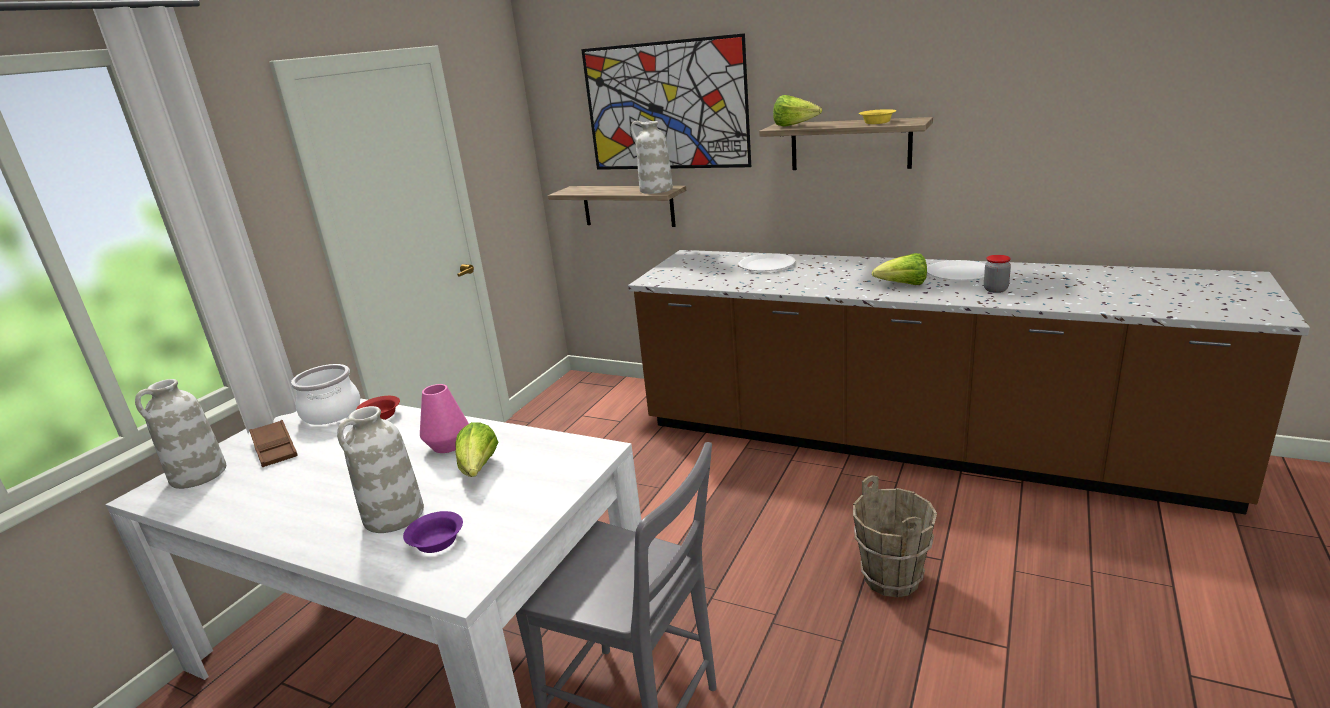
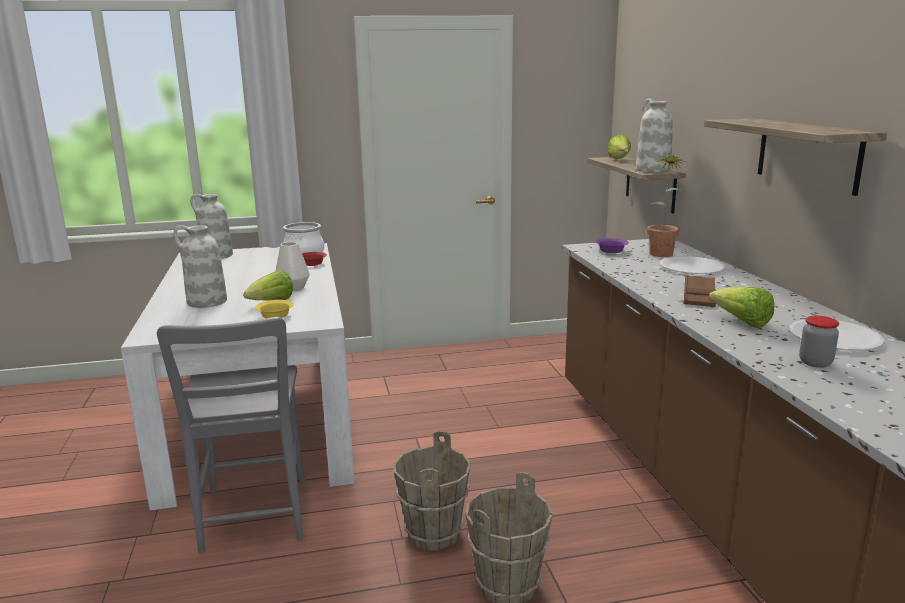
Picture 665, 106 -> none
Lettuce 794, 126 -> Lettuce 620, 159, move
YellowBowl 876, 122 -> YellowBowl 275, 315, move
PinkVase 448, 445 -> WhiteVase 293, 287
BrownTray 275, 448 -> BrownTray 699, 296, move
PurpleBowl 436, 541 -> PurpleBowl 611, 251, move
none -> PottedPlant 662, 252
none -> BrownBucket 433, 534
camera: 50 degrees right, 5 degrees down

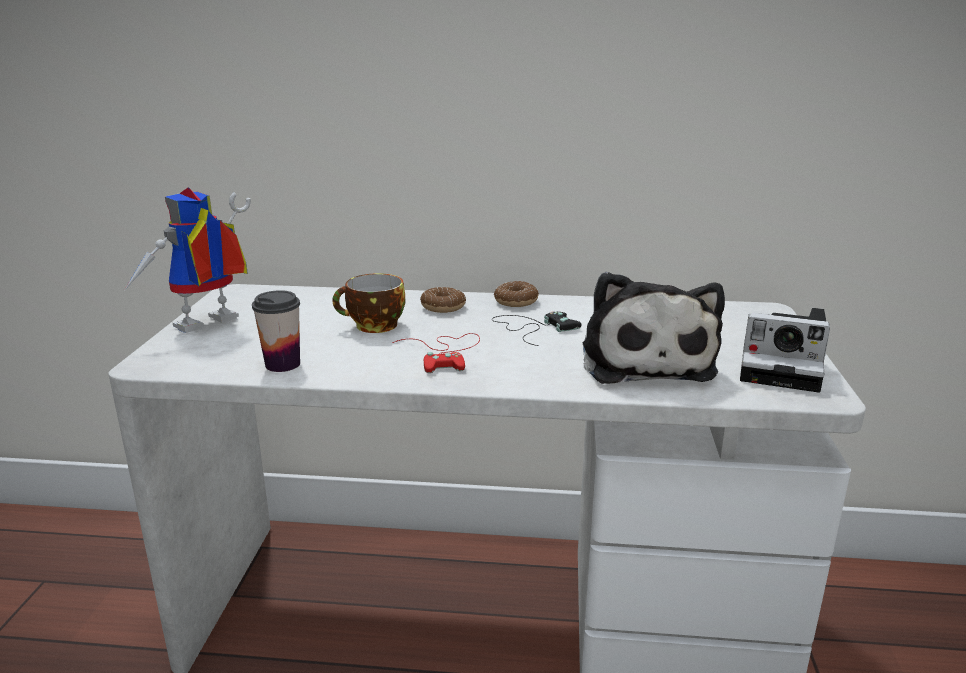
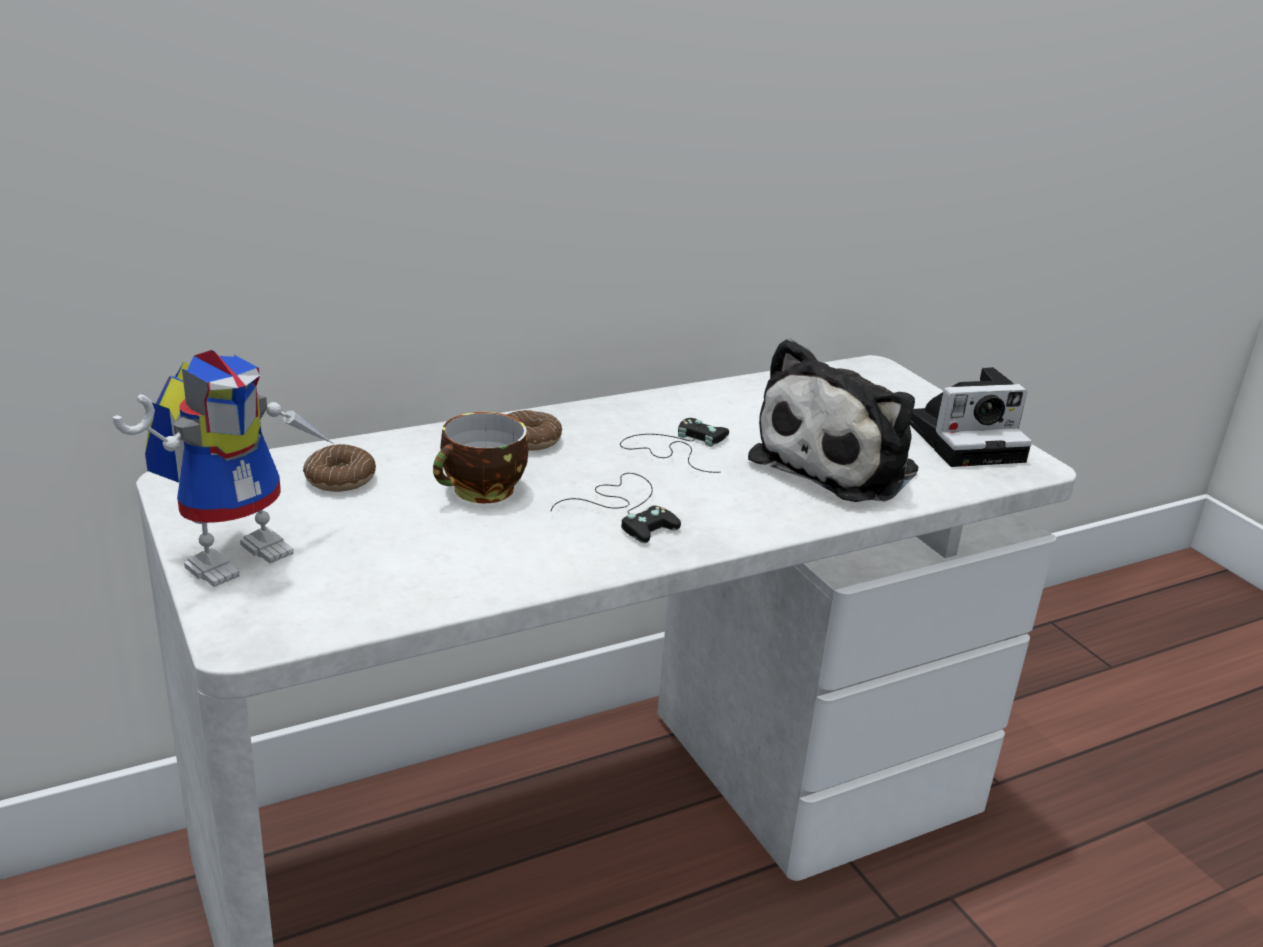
ToyRobot 206, 327 -> ToyRobot 238, 552, 150 degrees counterclockwise
PlushToy 645, 361 -> PlushToy 841, 464, 75 degrees clockwise
Donut 516, 301 -> Donut 340, 479, move
Cup 282, 364 -> none
RedGameController 446, 353 -> BlackGameController 626, 509
camera: 35 degrees left, 5 degrees up

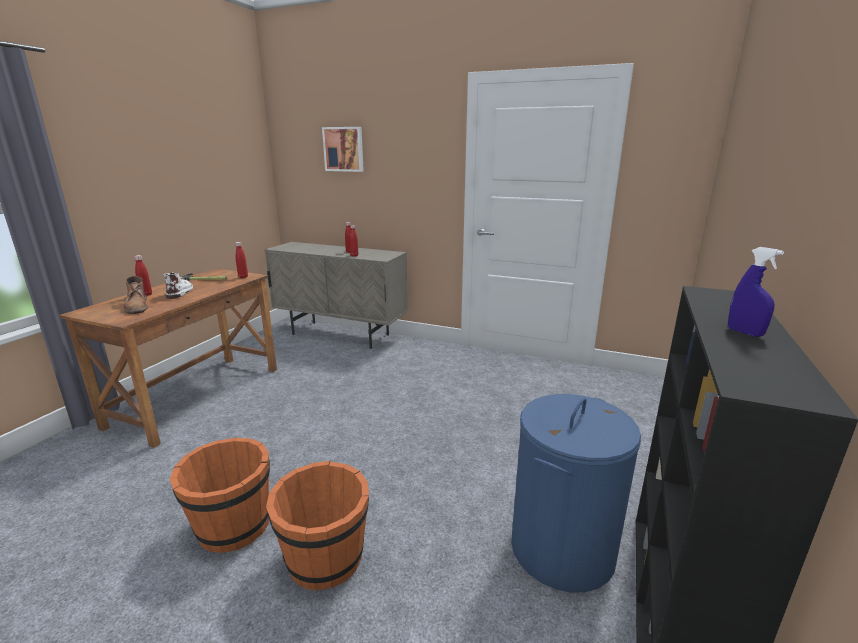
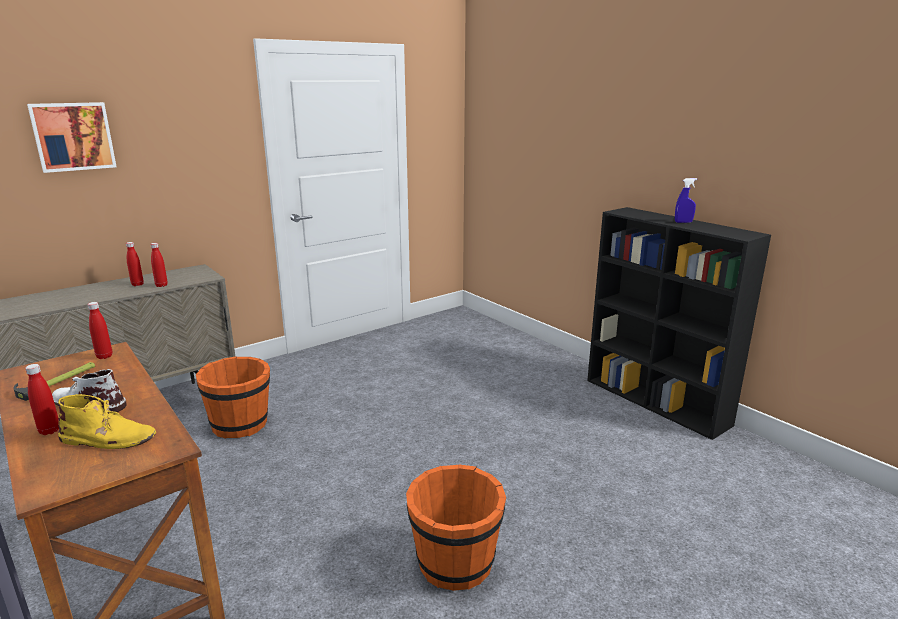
BrownBoot 137, 306 -> YellowBoot 108, 439
BlueLaundryBasket 561, 548 -> none
OrangeBucket 325, 559 -> OrangeBucket 240, 424, move
camera: 60 degrees left, 0 degrees up

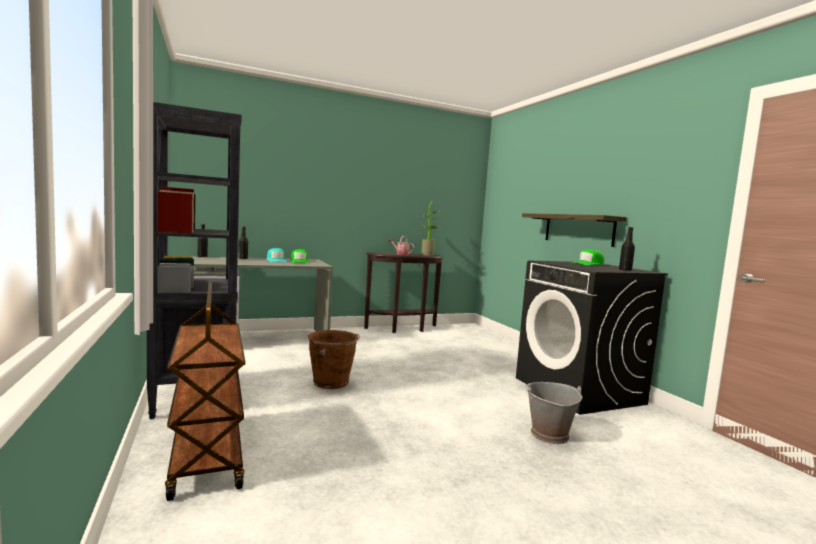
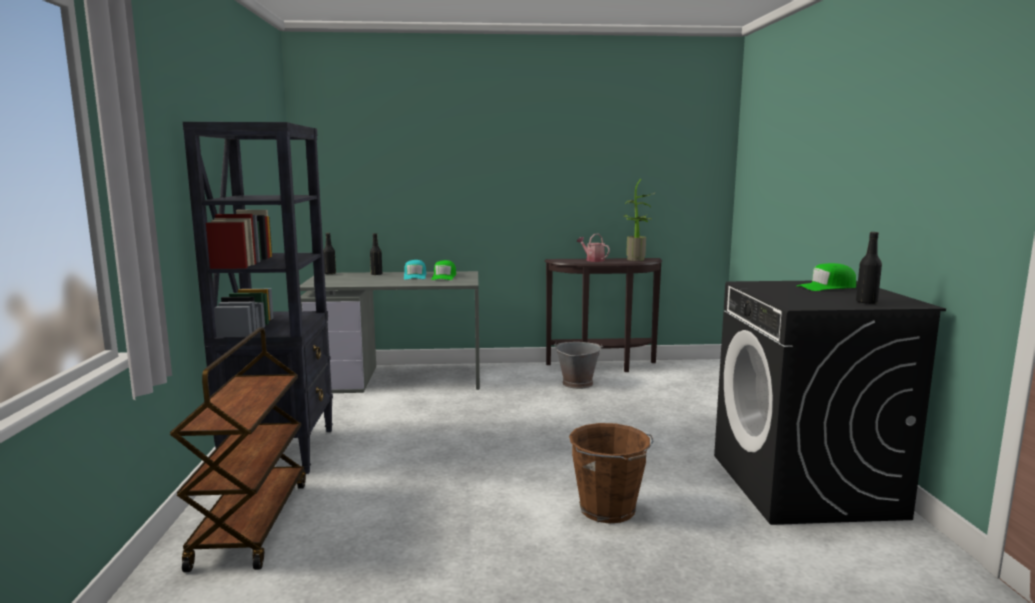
Shelf 578, 229 -> none
BrownBucket 332, 383 -> BrownBucket 608, 510, move
GreyBucket 549, 434 -> GreyBucket 577, 383, move
camera: 20 degrees right, 5 degrees up

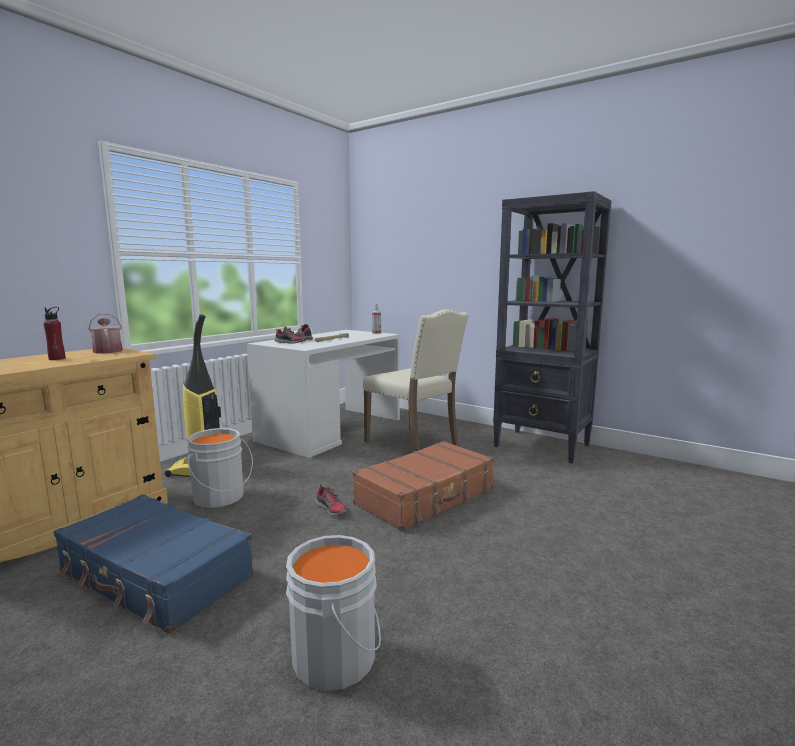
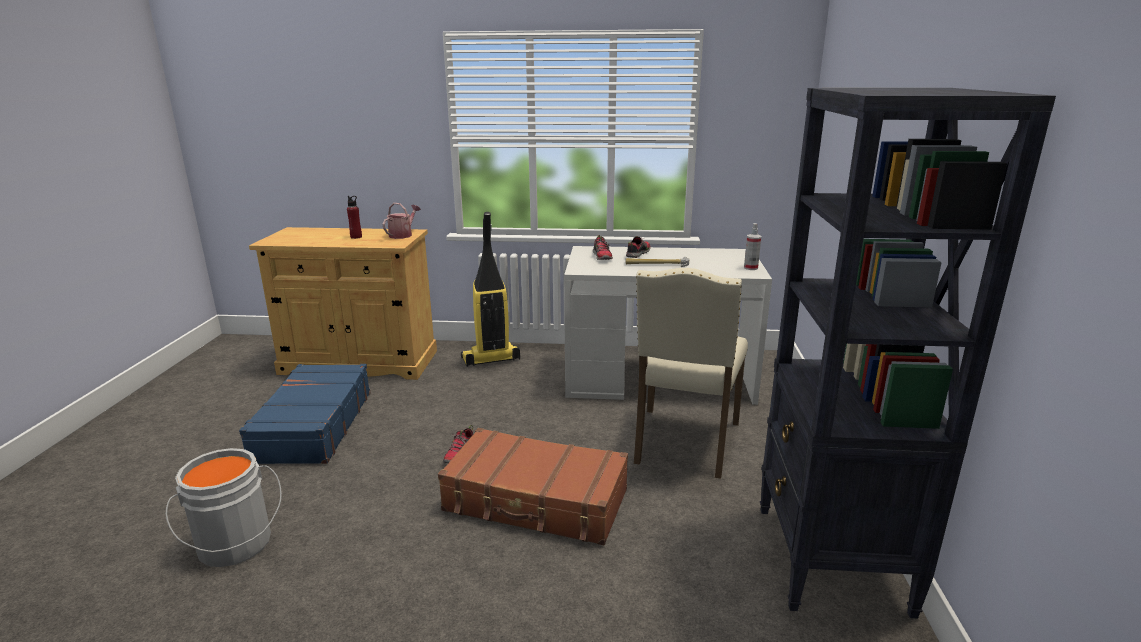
GreyBucket 220, 498 -> none
camera: 60 degrees right, 10 degrees up

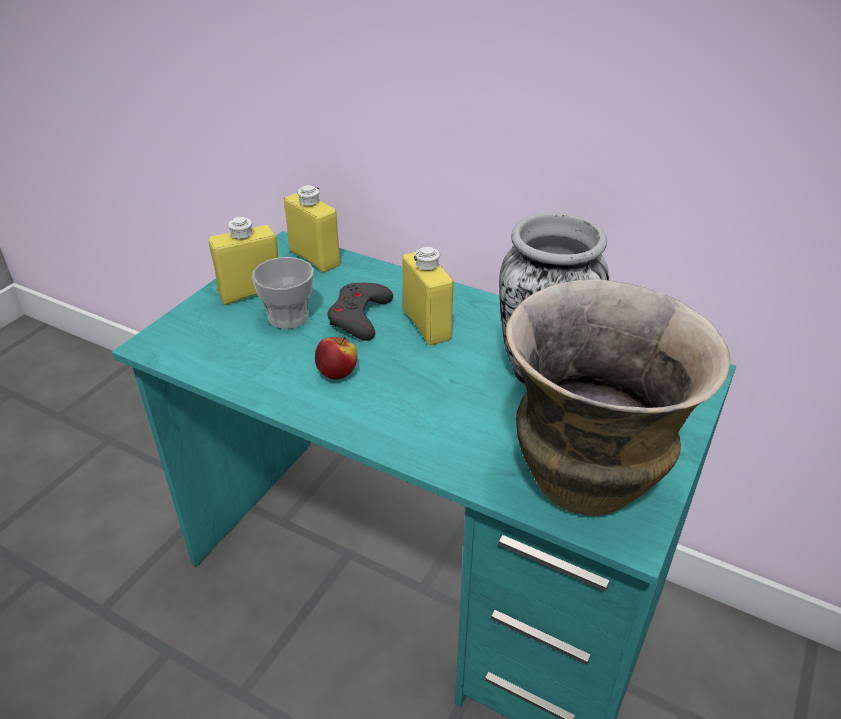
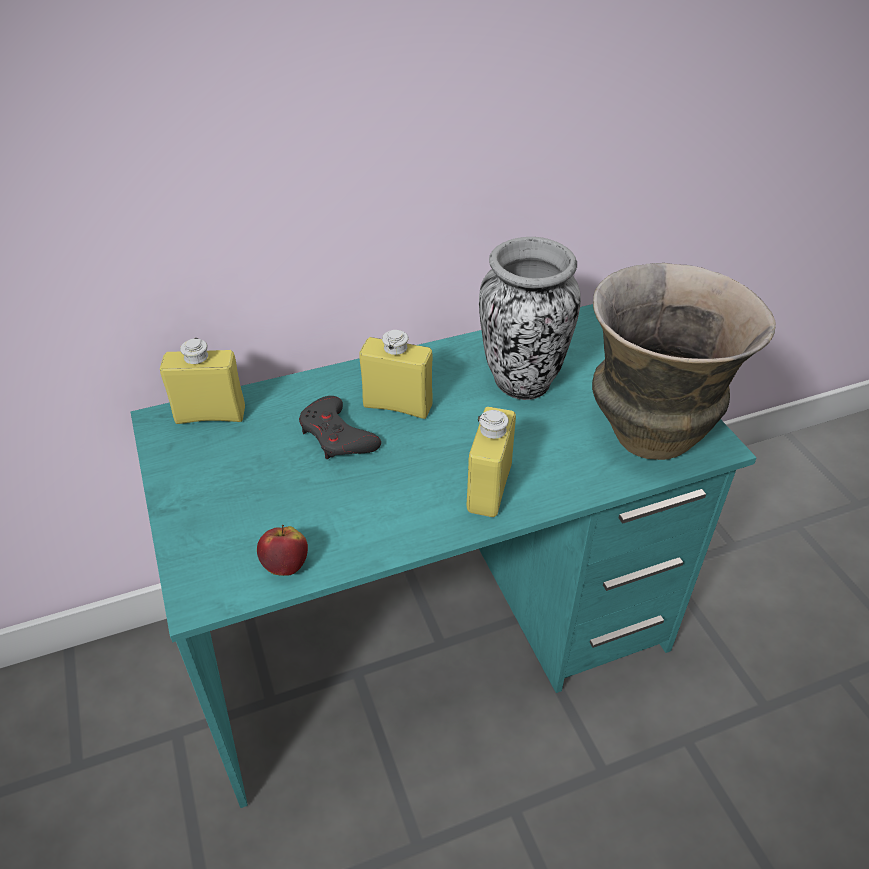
YellowBottle 251, 293 -> YellowBottle 489, 489, move
Cup 288, 317 -> none
Apple 337, 373 -> Apple 285, 565, move
camera: 50 degrees left, 5 degrees up

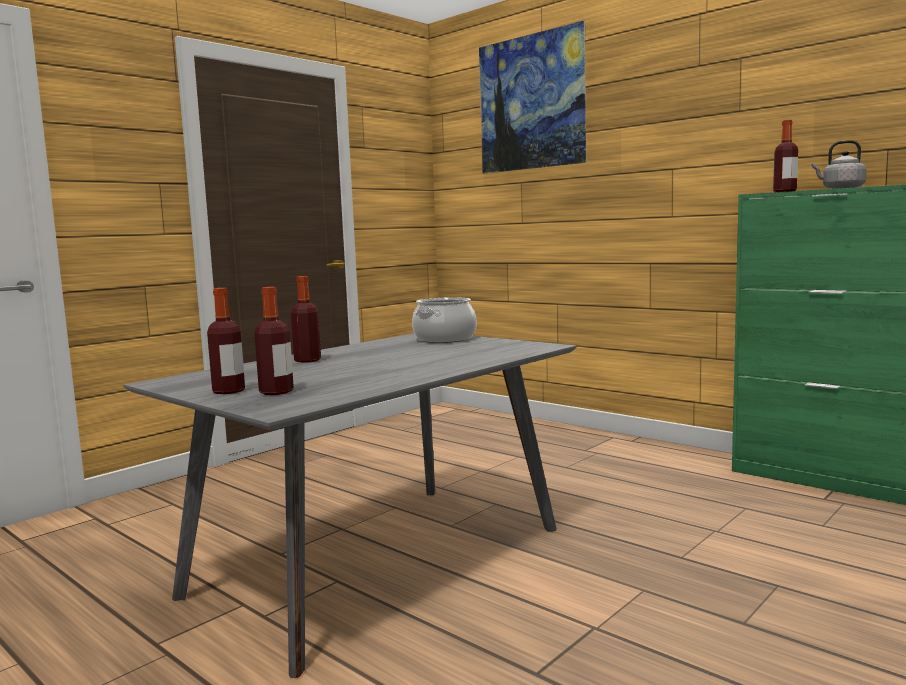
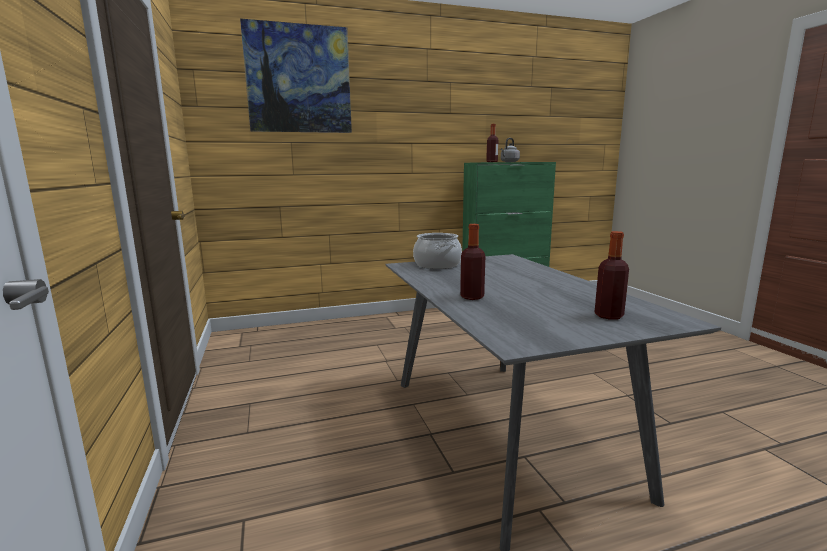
Bottle 228, 391 -> none
camera: 60 degrees left, 5 degrees up

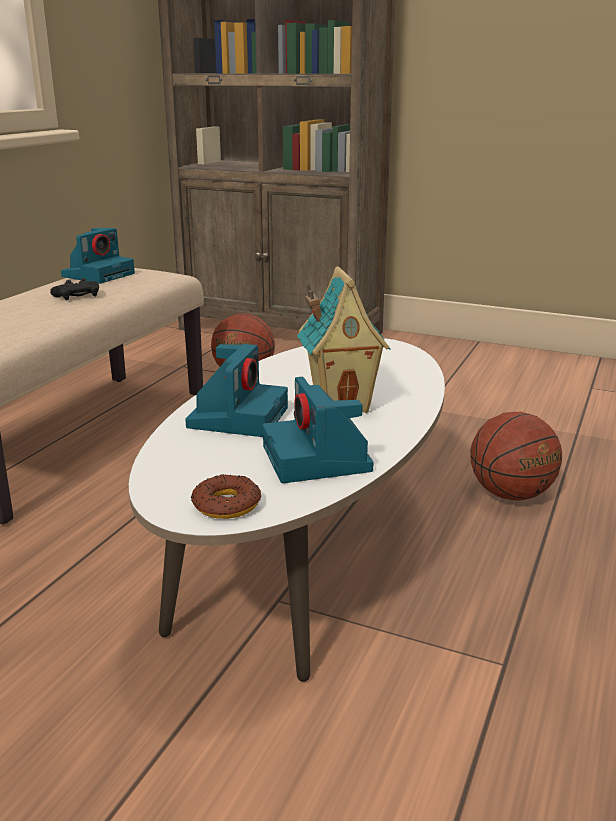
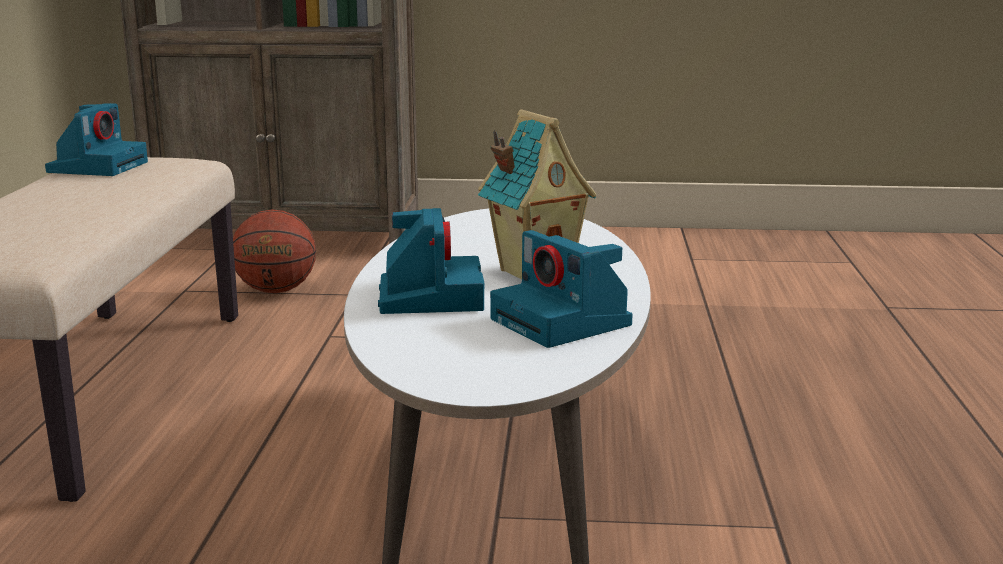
BlackGameController 77, 296 -> none
Basketball 510, 494 -> none
Donut 226, 504 -> none
camera: 20 degrees left, 5 degrees down

